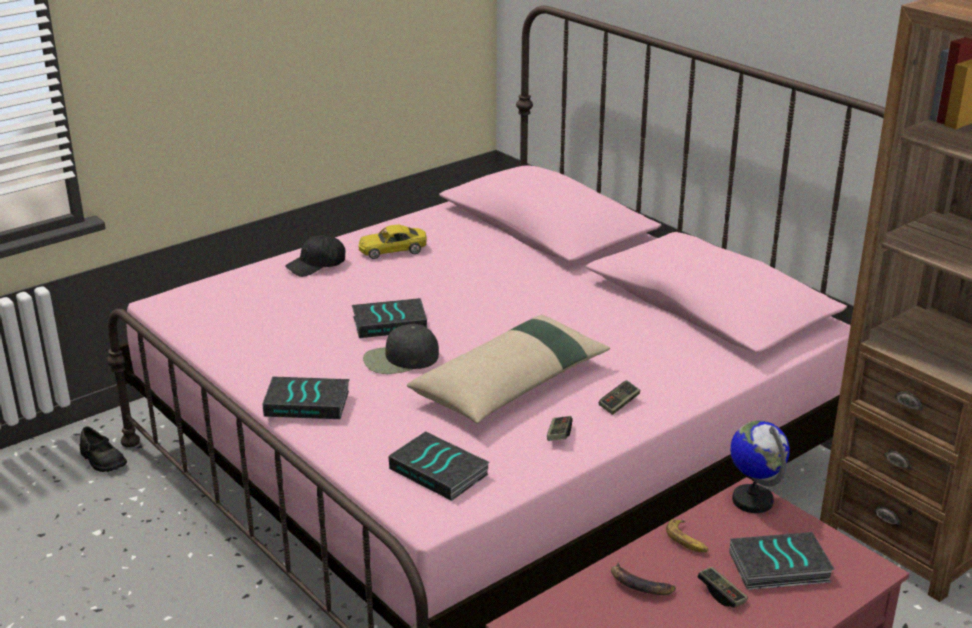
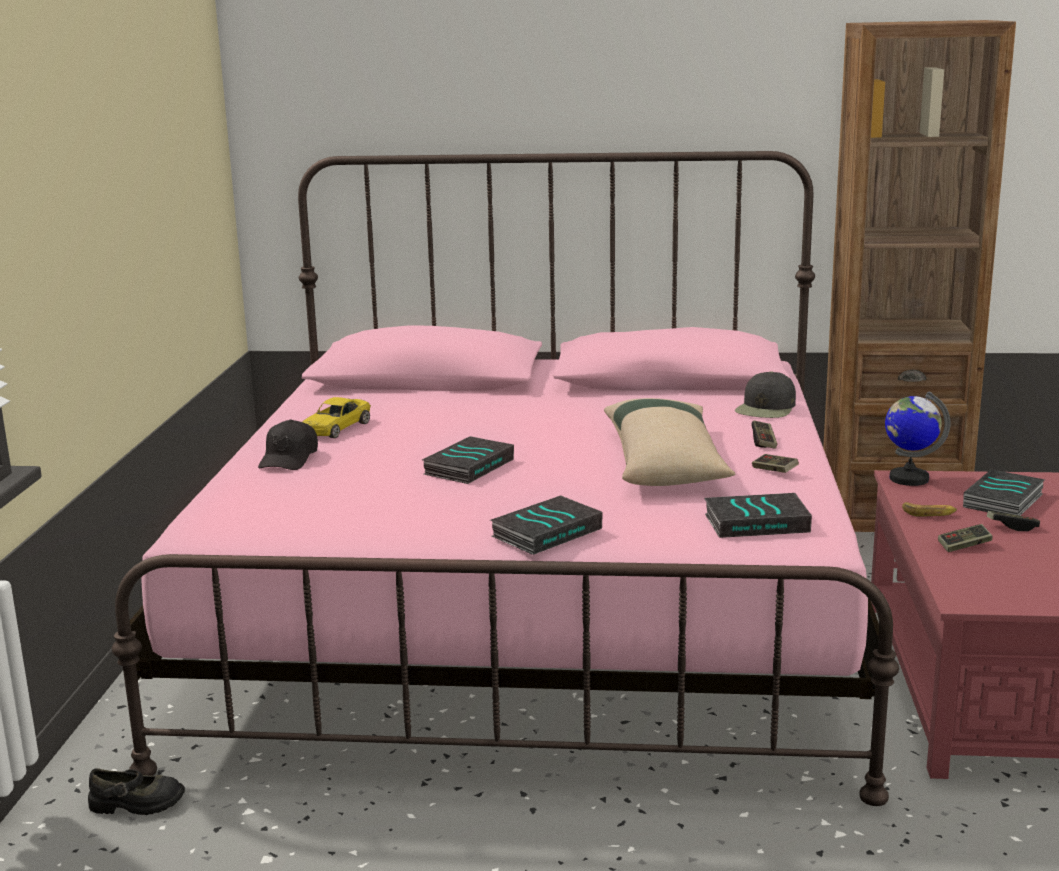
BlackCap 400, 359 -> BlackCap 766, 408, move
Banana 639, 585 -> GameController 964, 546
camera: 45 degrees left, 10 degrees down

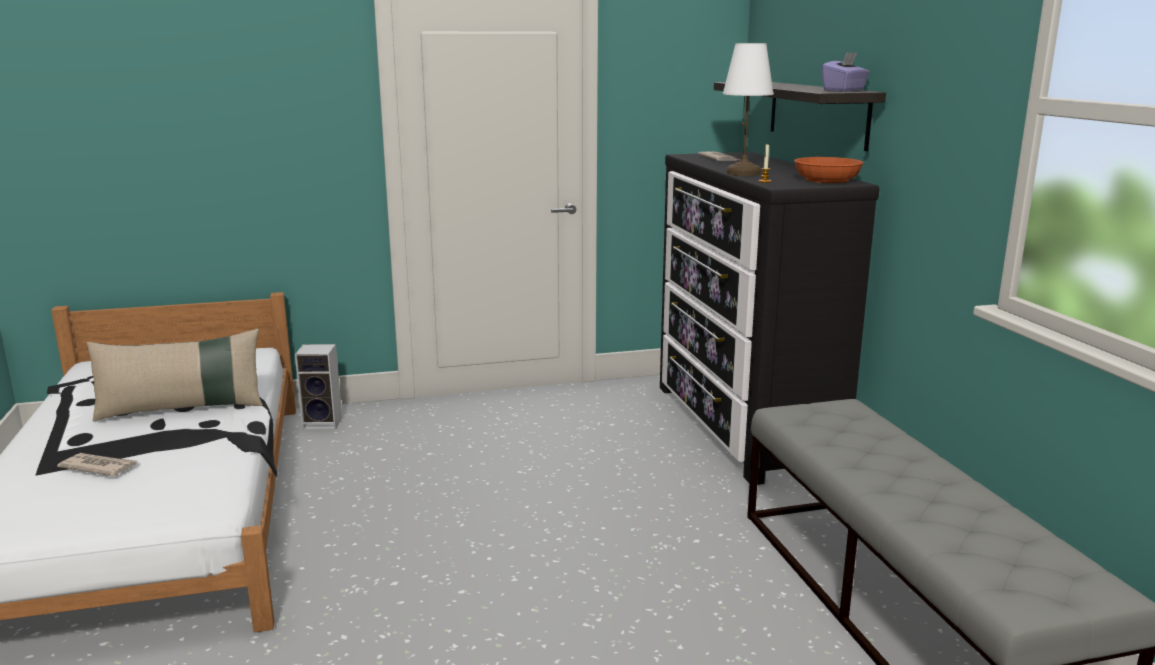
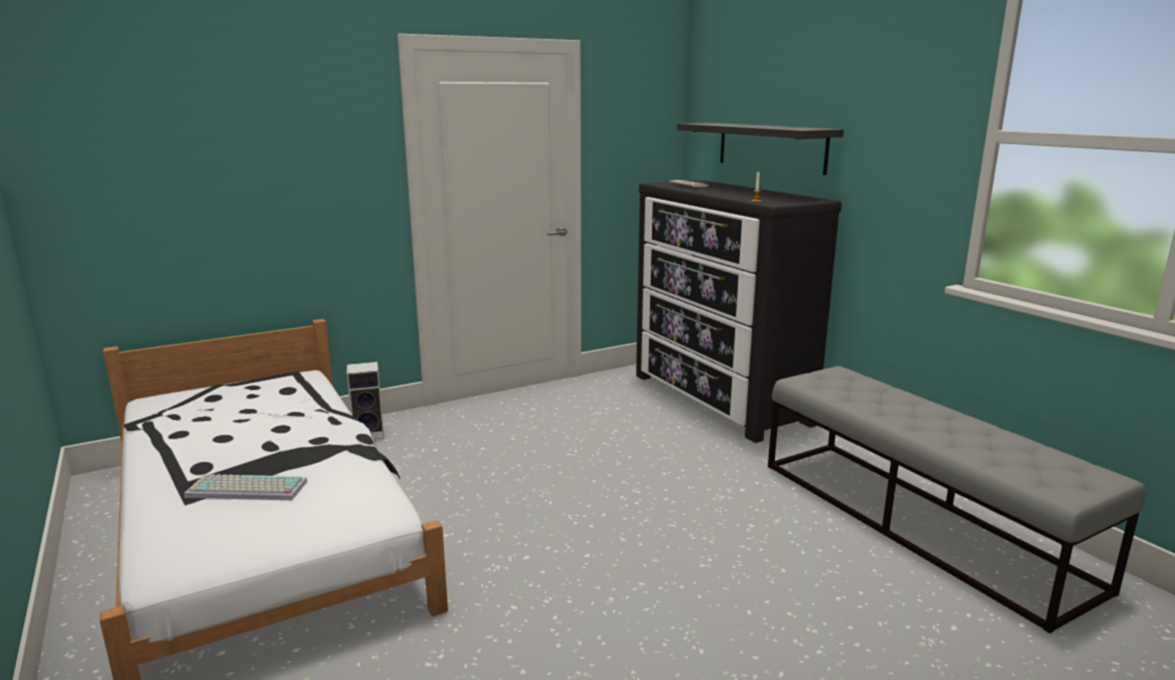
WhiteTableLamp 743, 173 -> none
PurpleTissueBox 844, 90 -> none
OrangeBowl 827, 180 -> none
BeigePillow 182, 409 -> none
Newspaper 99, 467 -> Keyboard 244, 490
camera: 15 degrees left, 0 degrees up

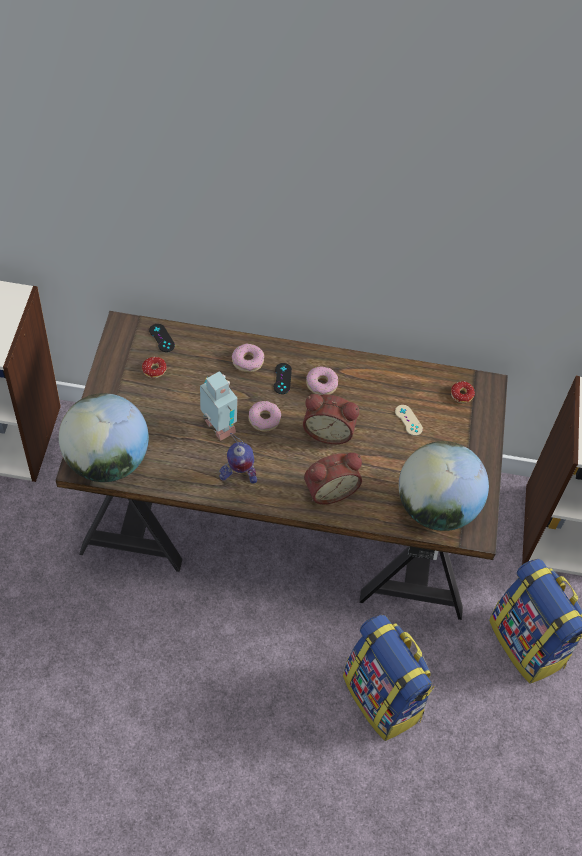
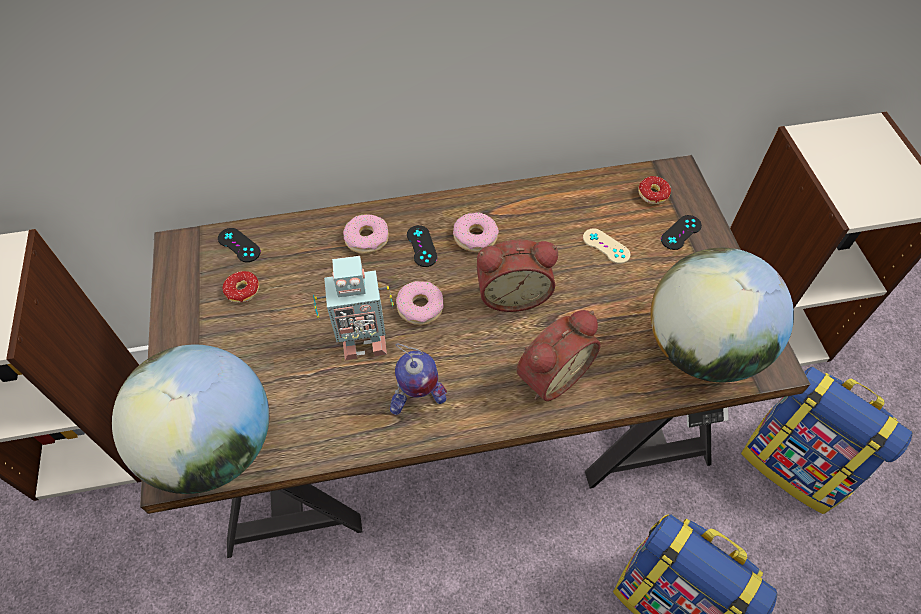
ToyRobot 218, 429 -> ToyRobot 362, 342, 135 degrees clockwise
none -> BlackGameController 681, 232
camera: 15 degrees left, 0 degrees up

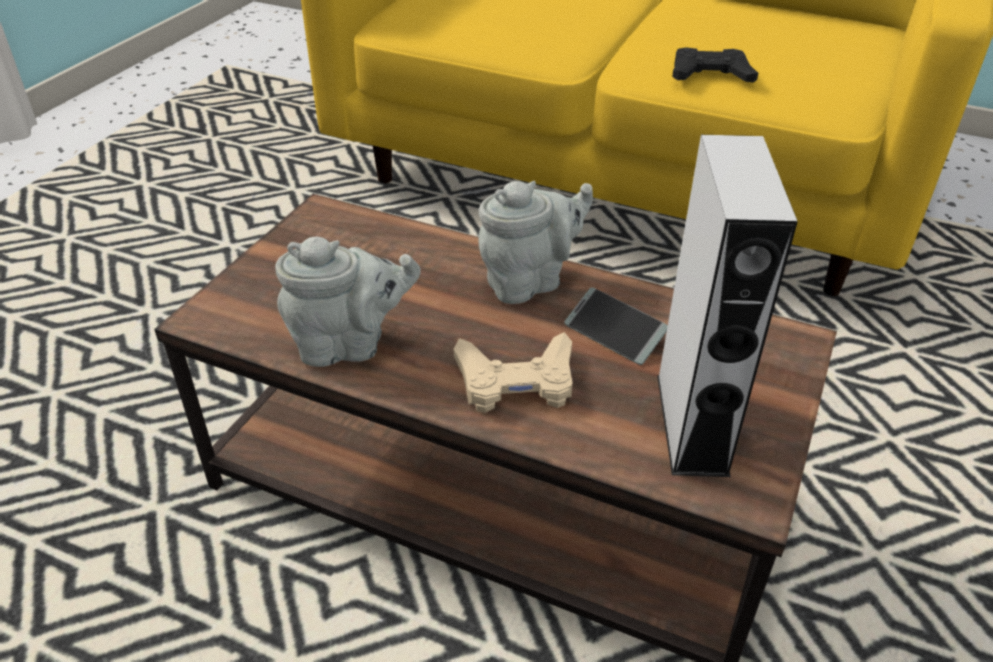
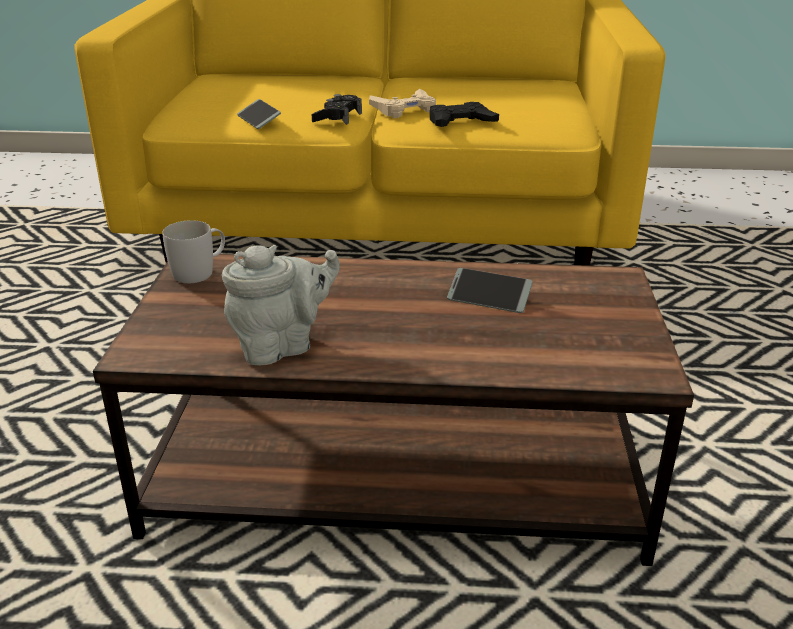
GreySpeaker 691, 423 -> none
GreyTeapot 529, 281 -> none
BeigeGameController 516, 381 -> BeigeGameController 405, 110, move
none -> BlackGameController 337, 118
none -> Phone 259, 120
none -> WhiteMug 200, 271
camera: 20 degrees left, 10 degrees down

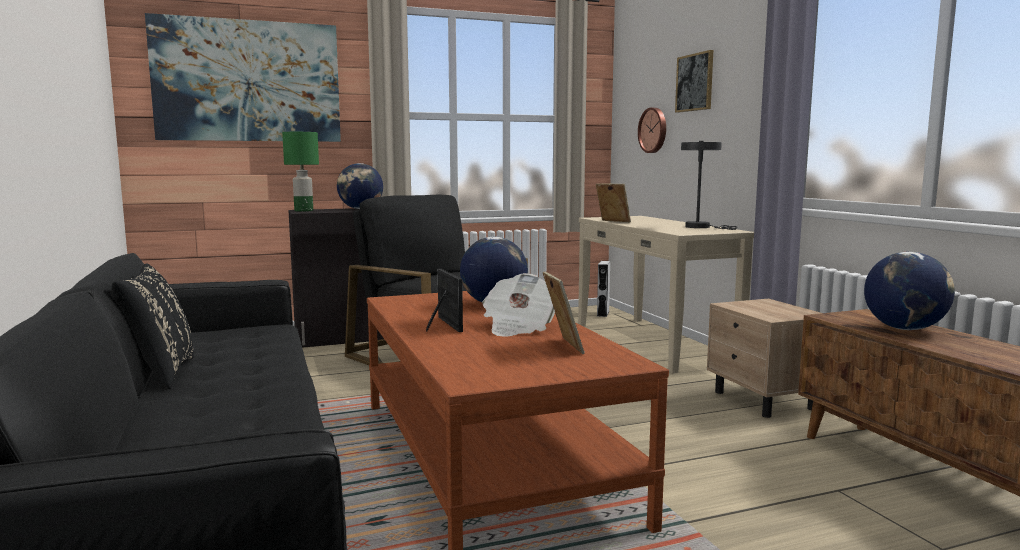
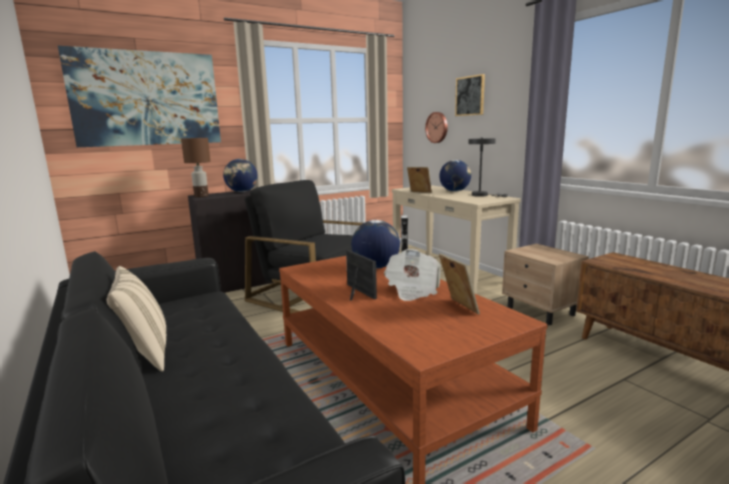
GreenTableLamp 303, 211 -> BrownTableLamp 201, 196
Globe 904, 329 -> Globe 454, 191, move
BlackPillow 159, 374 -> BeigePillow 144, 355
camera: 10 degrees left, 5 degrees up

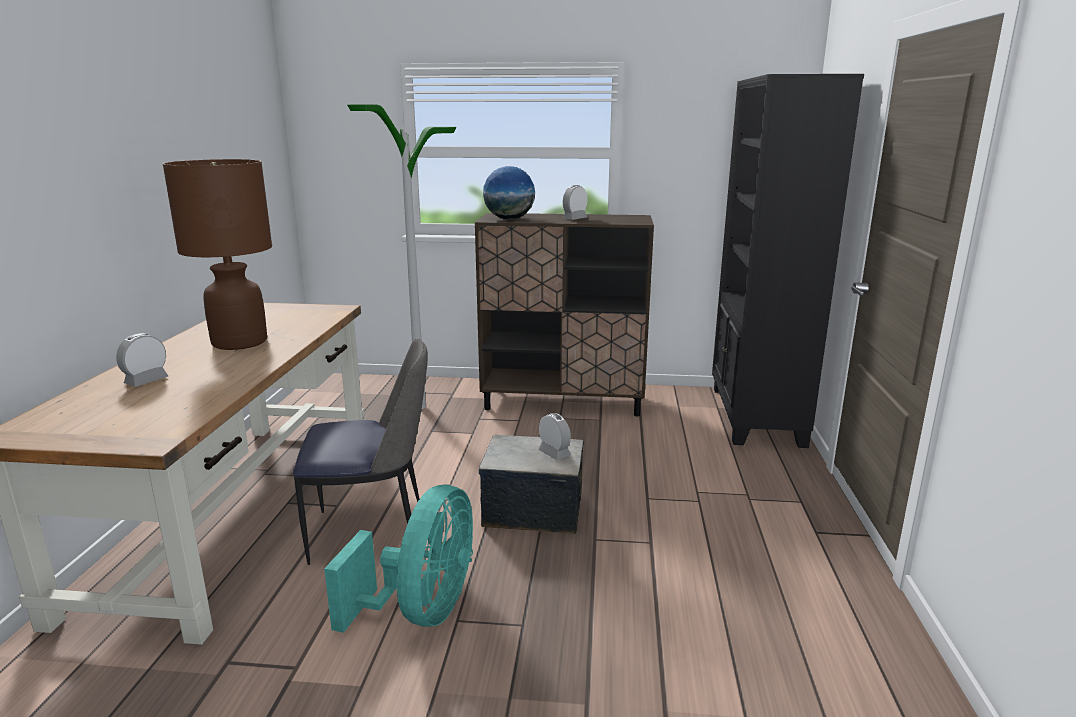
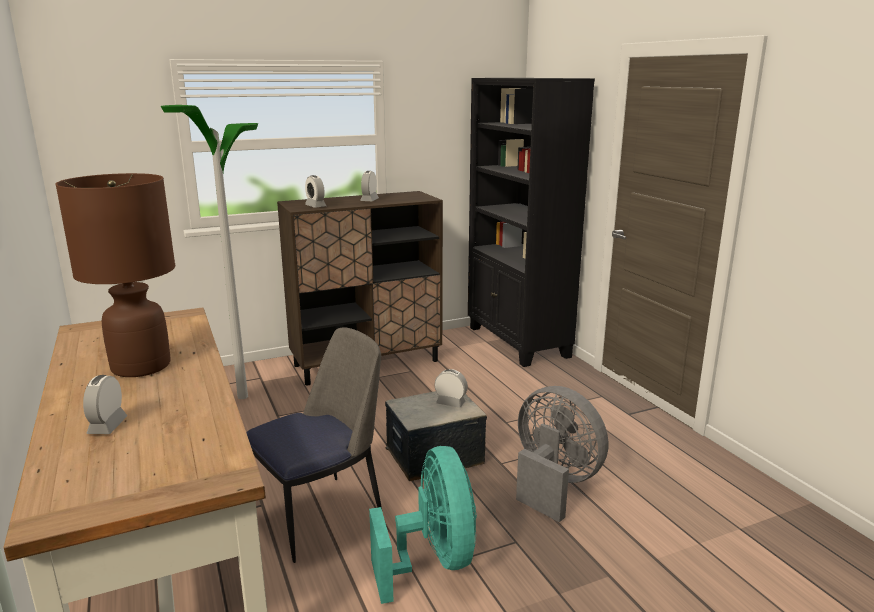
Globe 509, 219 -> AlarmClock 315, 206
none -> GreyFan 553, 484
camera: 30 degrees left, 0 degrees up

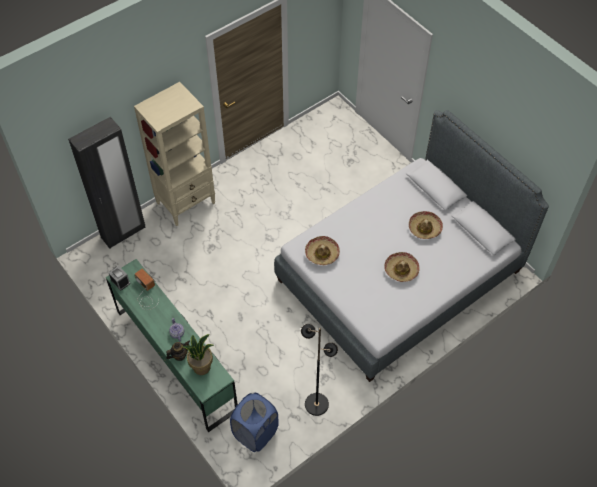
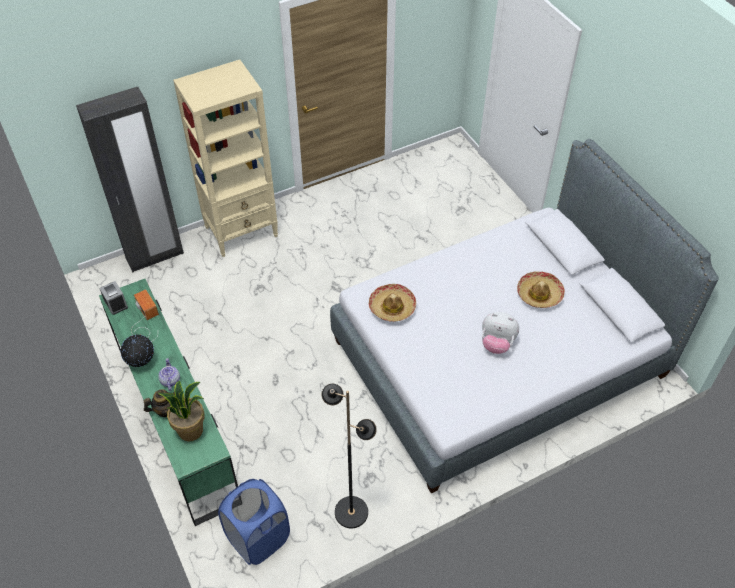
Hat 401, 270 -> PlushToy 497, 343
none -> Globe 141, 362
camera: 10 degrees right, 5 degrees down

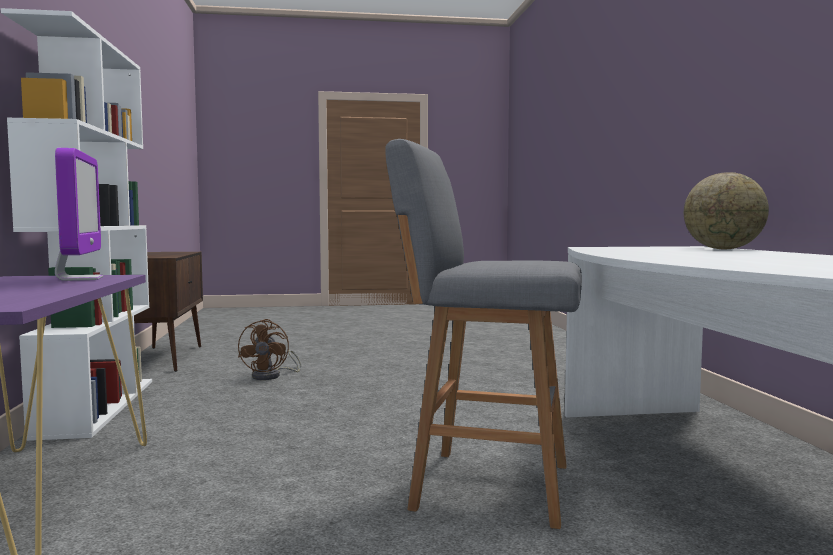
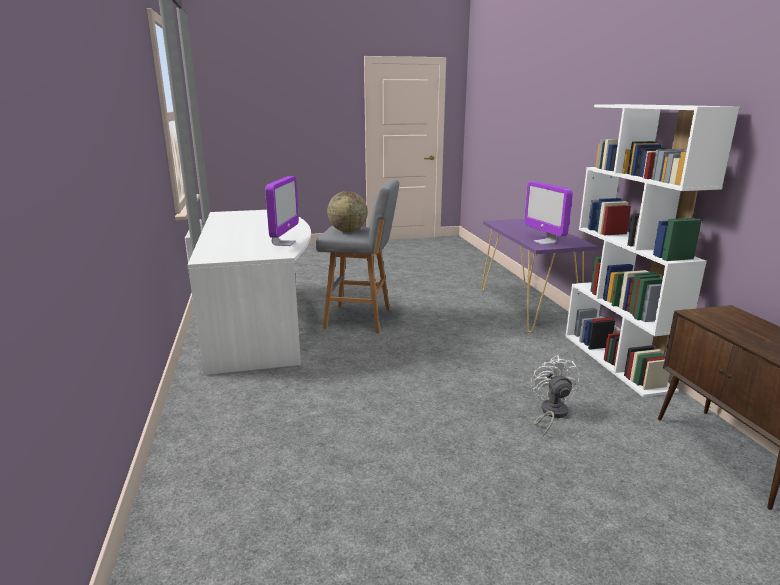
Globe 723, 249 -> Globe 348, 231, move
BrownFan 272, 376 -> WhiteFan 551, 413
none -> Monitor 284, 243
camera: 175 degrees right, 15 degrees up

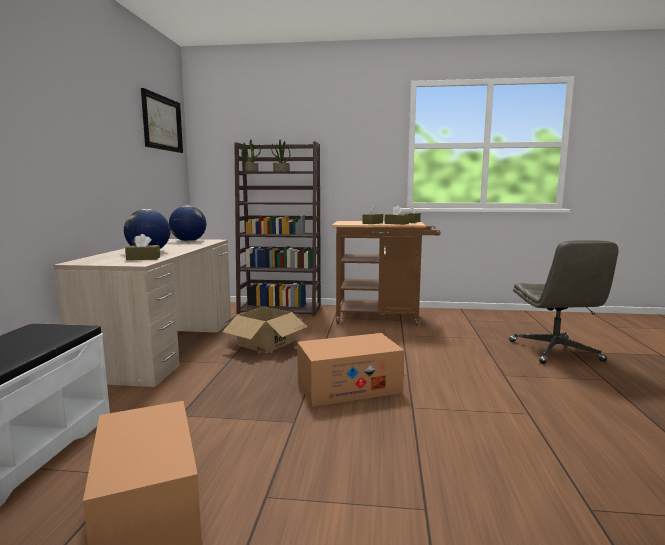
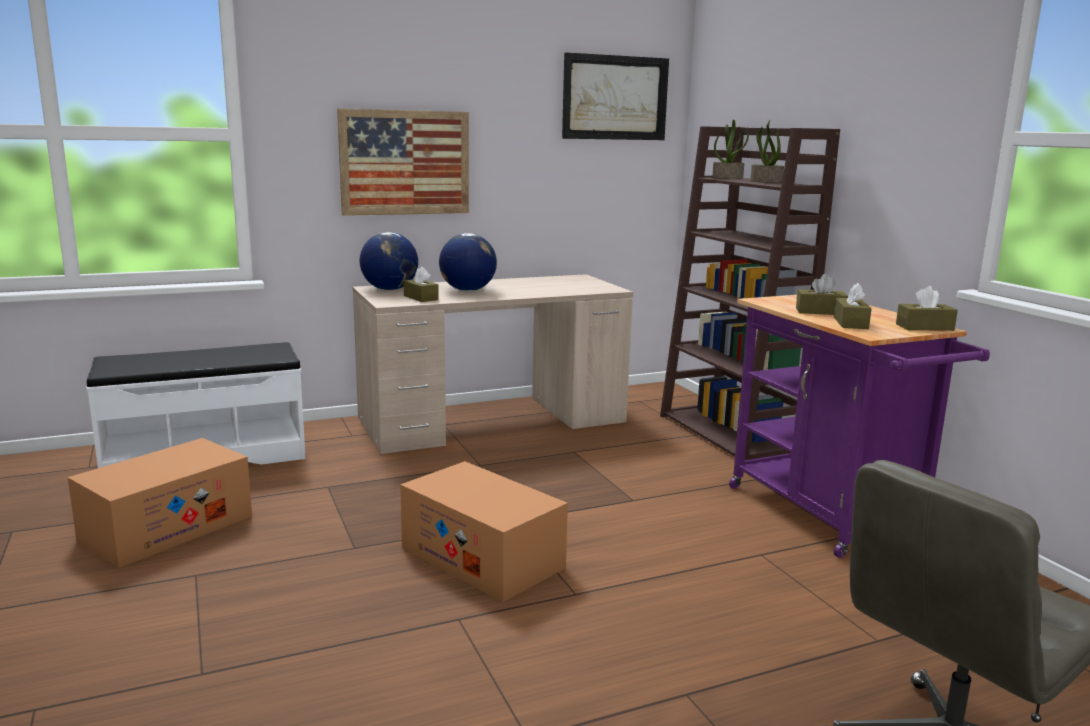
Globe 188, 241 -> Globe 390, 289, move
BrownCart 383, 318 -> PurpleCart 830, 517
CardboardBox 265, 343 -> none
none -> Picture 405, 162
camera: 60 degrees right, 5 degrees up

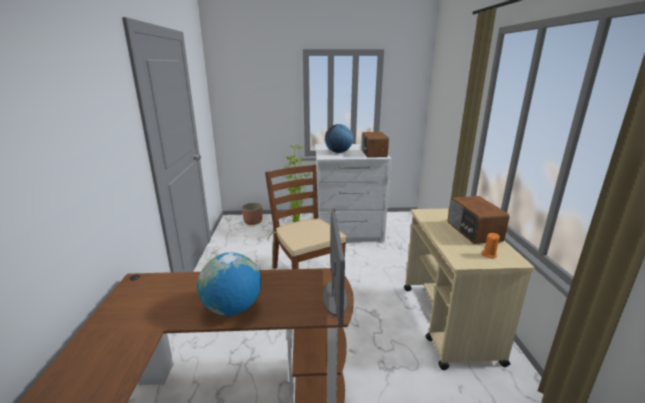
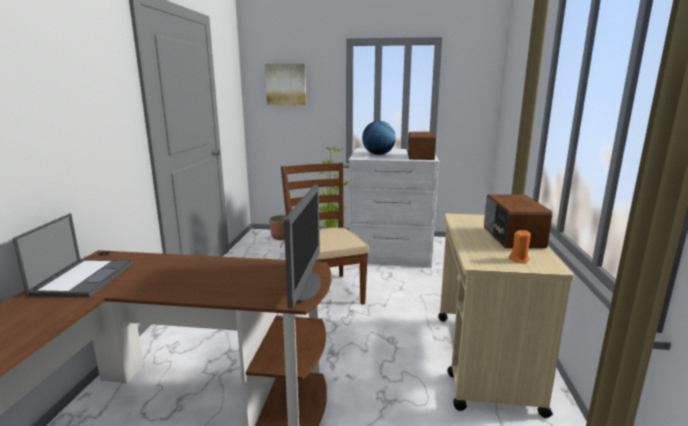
Globe 232, 308 -> none
none -> Picture 286, 84
none -> Laptop 84, 278
camera: 10 degrees right, 5 degrees down

